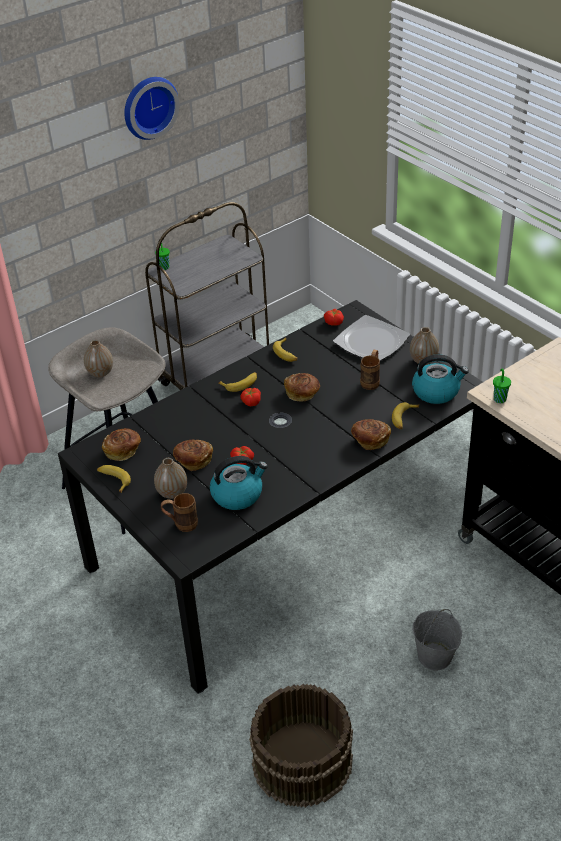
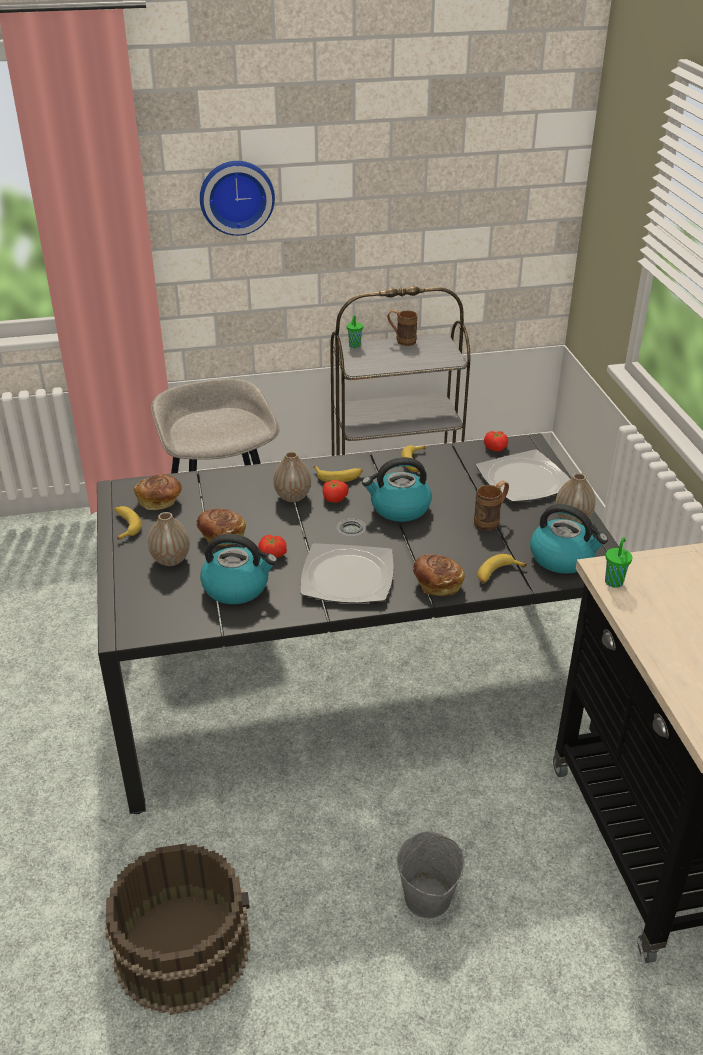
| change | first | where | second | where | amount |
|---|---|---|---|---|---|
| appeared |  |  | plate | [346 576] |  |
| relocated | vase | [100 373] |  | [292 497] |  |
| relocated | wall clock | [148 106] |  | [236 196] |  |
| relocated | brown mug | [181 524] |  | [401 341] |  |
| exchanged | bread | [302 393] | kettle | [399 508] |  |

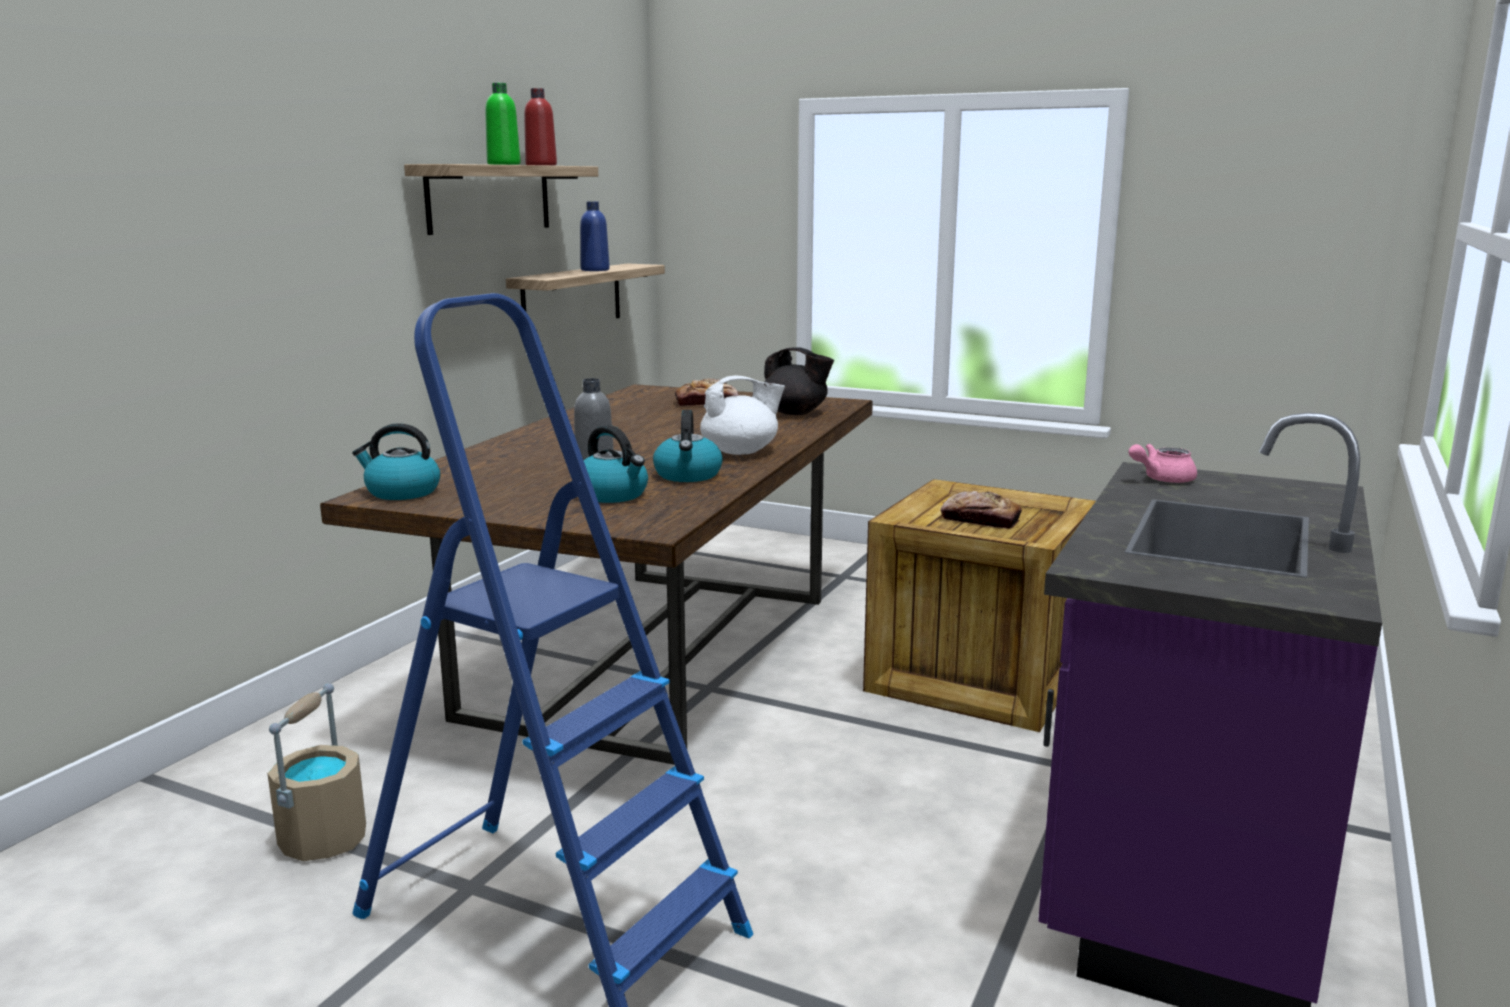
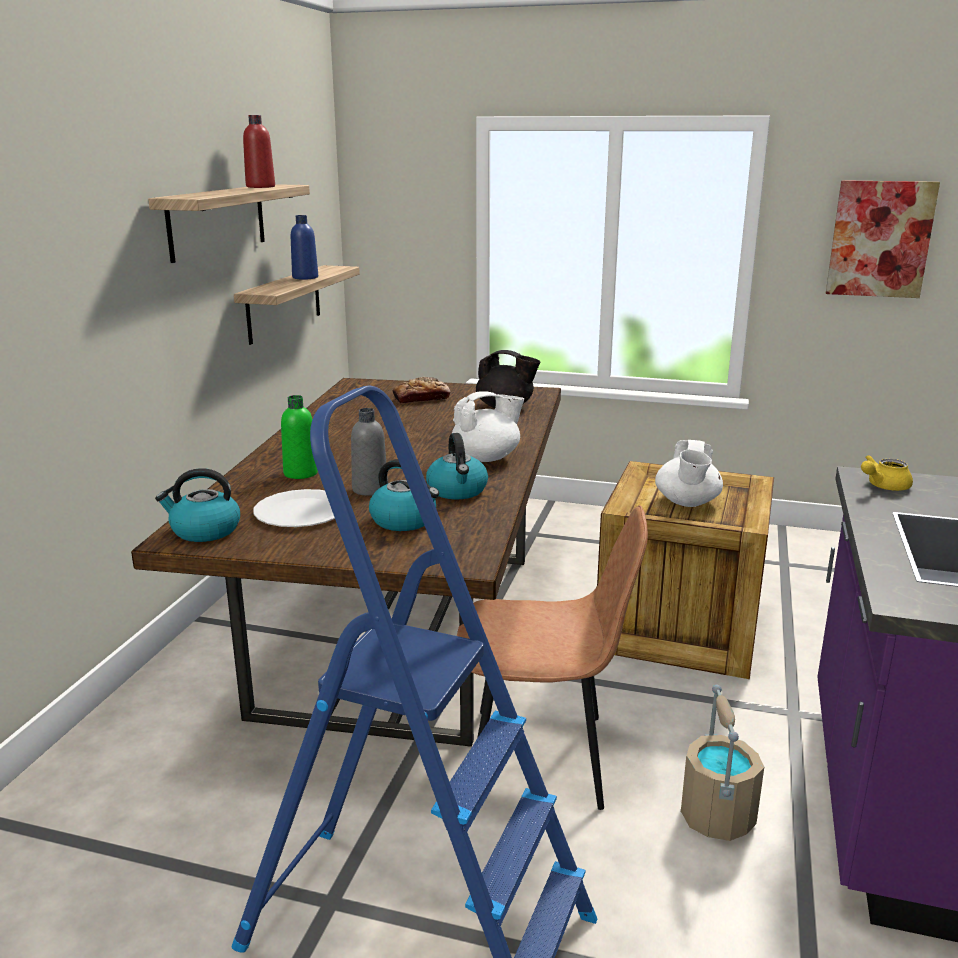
| change | first | where | second | where | amount |
|---|---|---|---|---|---|
| appeared |  |  | white plate | [301 511] |  |
| appeared |  |  | brown chair | [542 758] |  |
| appeared |  |  | picture | [880 239] |  |
| relocated | beige bucket | [324 839] |  | [716 816] |  |
| relocated | green bottle | [503 164] |  | [300 473] |  |
| exchanged | bread | [980 520] | white teapot | [687 503] |  |
| colour | pink teapot | [1162 479] | yellow teapot | [883 486] |  |

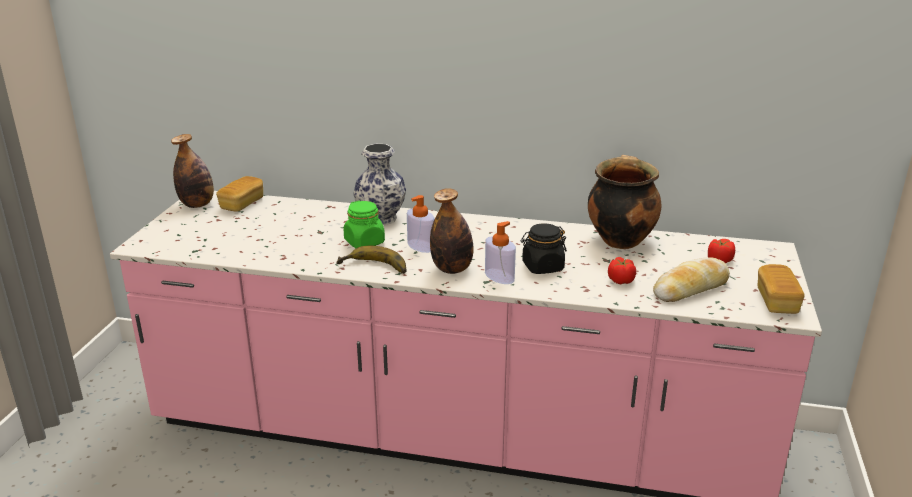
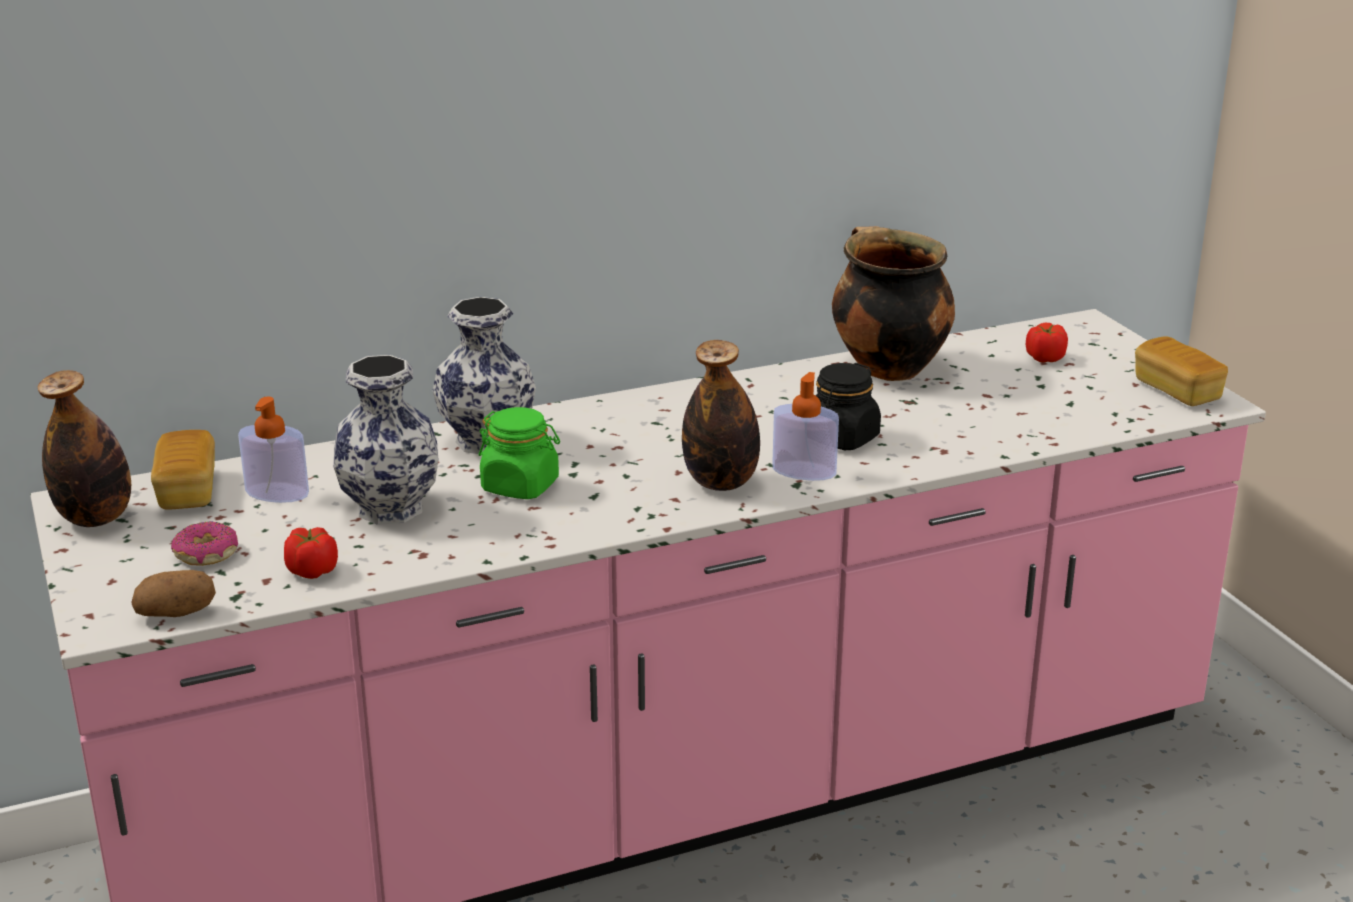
| change | first | where | second | where | amount |
|---|---|---|---|---|---|
| missing | banana | [373 268] |  |  |  |
| missing | bread | [690 288] |  |  |  |
| appeared |  |  | potato | [177 613] |  |
| appeared |  |  | donut | [206 554] |  |
| appeared |  |  | vase | [392 509] |  |
| relocated | soap dispenser | [421 246] |  | [277 493] |  |
| relocated | tomato | [620 280] |  | [312 571] |  |

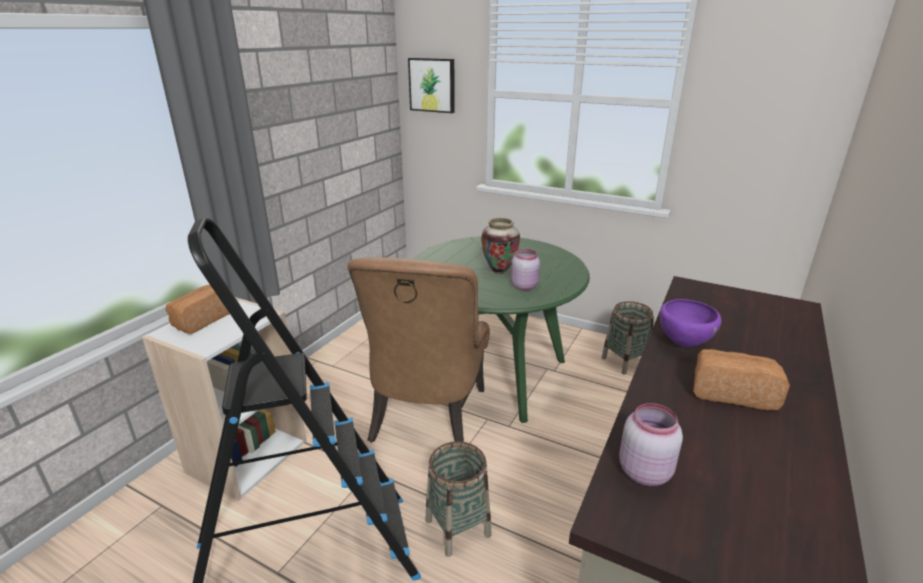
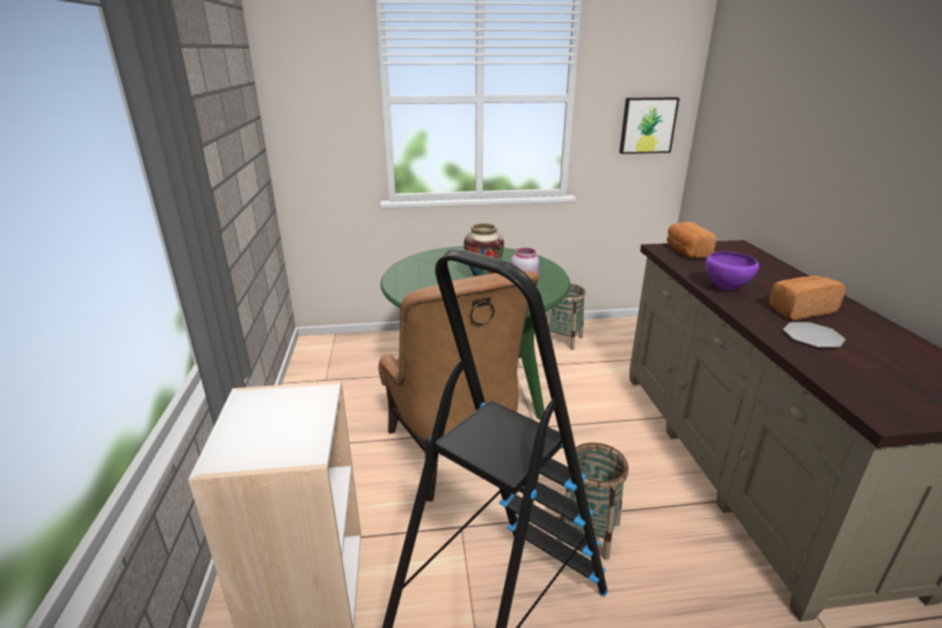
| change | first | where | second | where | amount |
|---|---|---|---|---|---|
| missing | pink jar | [643 471] |  |  |  |
| appeared |  |  | plate | [812 337] |  |
| relocated | bread | [201 320] |  | [686 252] |  |
| relocated | picture | [432 85] |  | [647 125] |  |

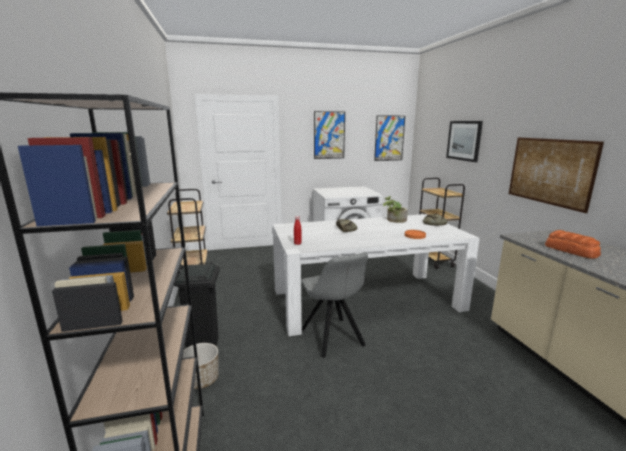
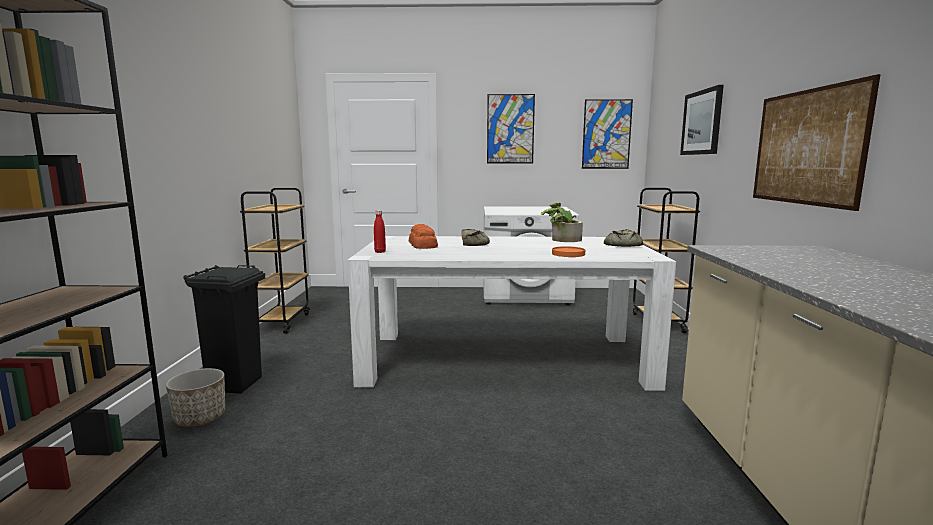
| change | first | where | second | where | amount |
|---|---|---|---|---|---|
| missing | grey chair | [332 337] |  |  |  |
| relocated | bread | [571 251] |  | [422 245] |  |

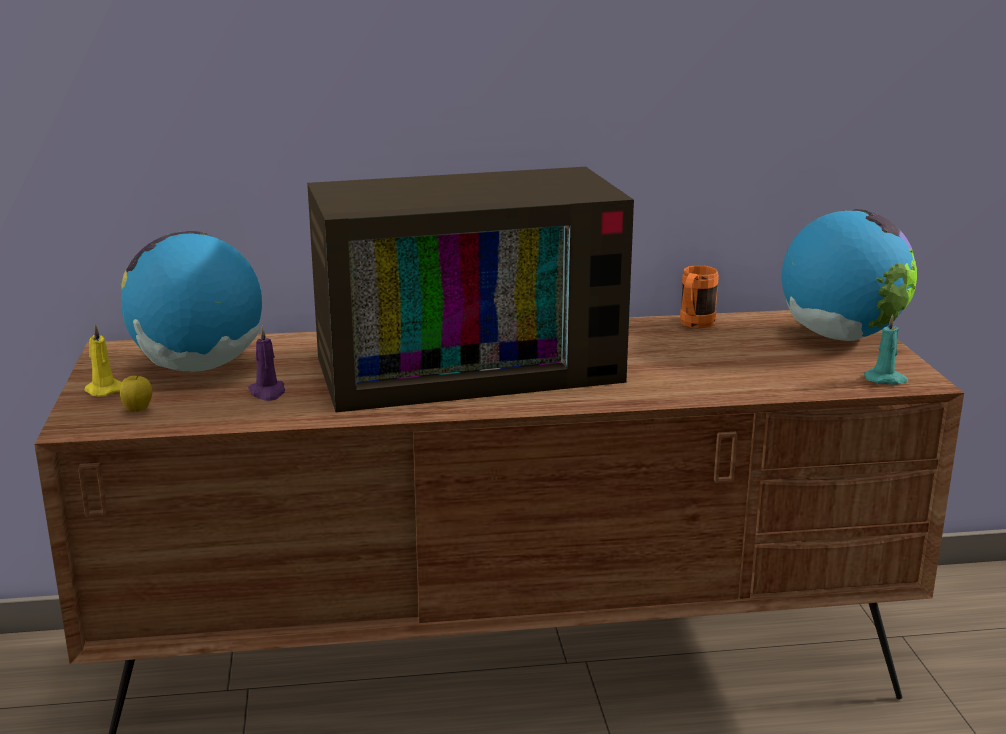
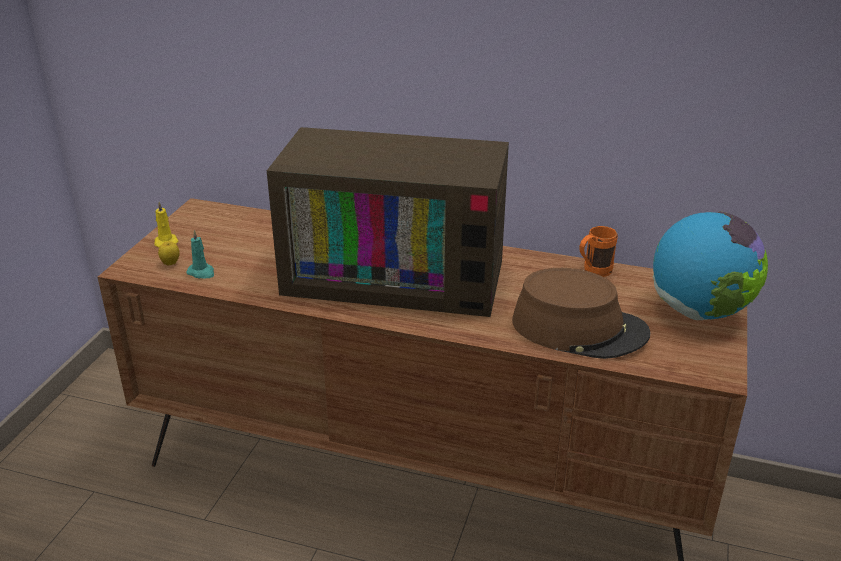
| change | first | where | second | where | amount |
|---|---|---|---|---|---|
| missing | globe | [199 367] |  |  |  |
| missing | purple candle | [267 393] |  |  |  |
| appeared |  |  | brown hat | [579 328] |  |
| relocated | turquoise candle | [886 379] |  | [201 273] |  |

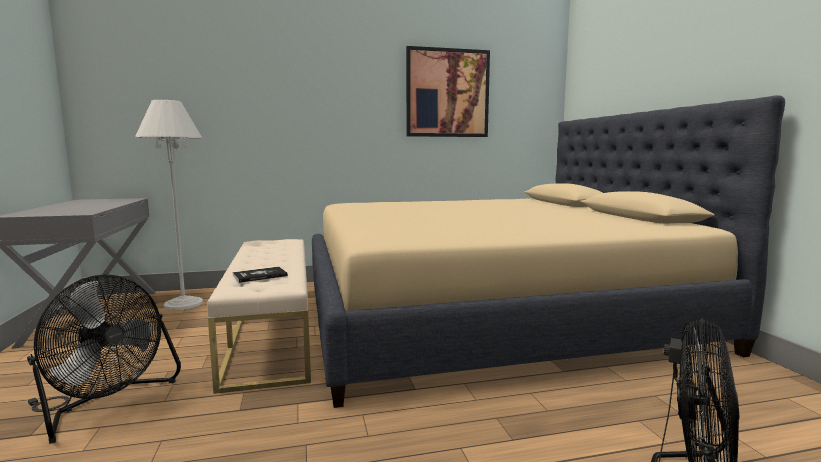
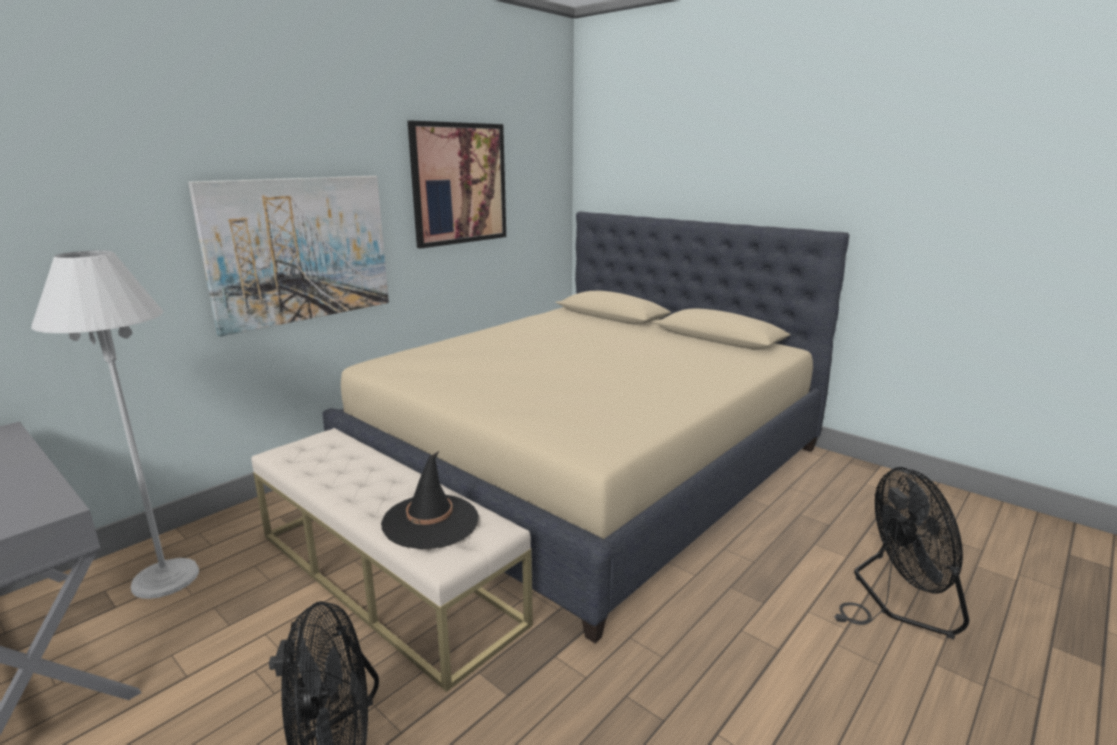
| change | first | where | second | where | amount |
|---|---|---|---|---|---|
| appeared |  |  | picture | [300 250] |  |
| exchanged | book | [260 276] | black hat | [431 521] |  |

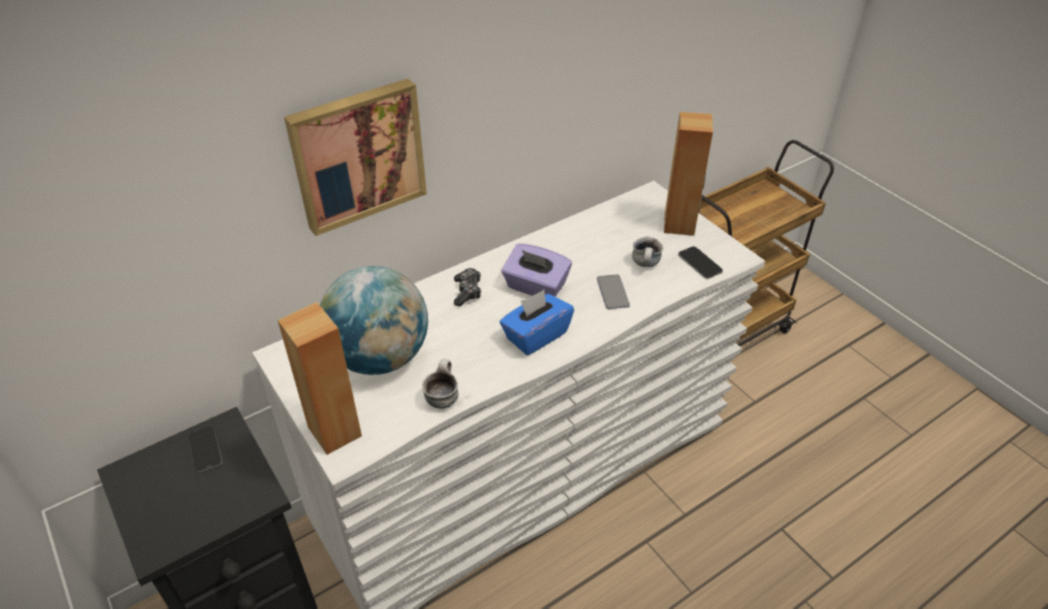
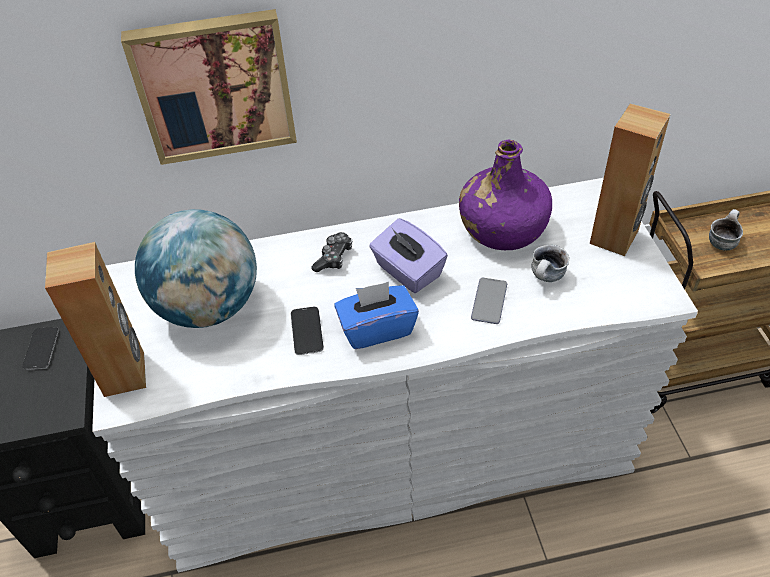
| change | first | where | second | where | amount |
|---|---|---|---|---|---|
| appeared |  |  | purple bottle | [503 228] |  |
| relocated | mug | [442 396] |  | [721 241] |  |
| relocated | phone | [700 263] |  | [307 331] |  |

